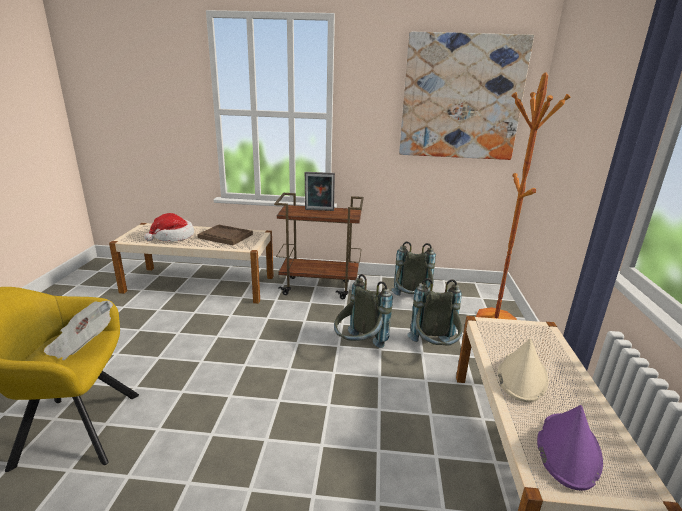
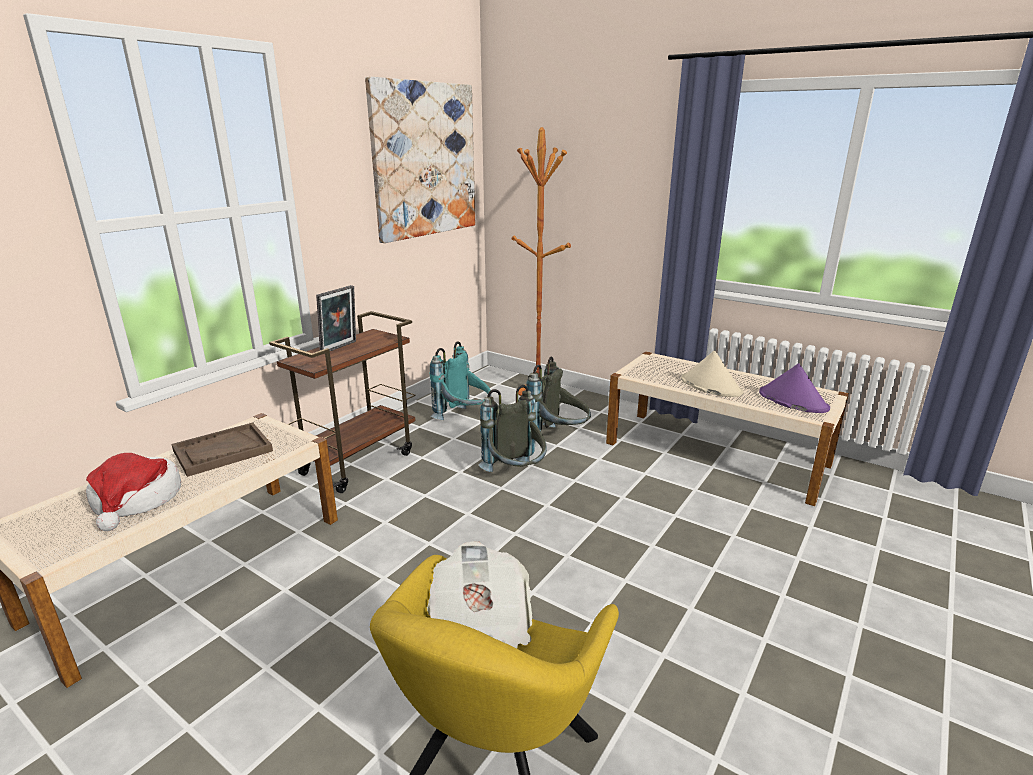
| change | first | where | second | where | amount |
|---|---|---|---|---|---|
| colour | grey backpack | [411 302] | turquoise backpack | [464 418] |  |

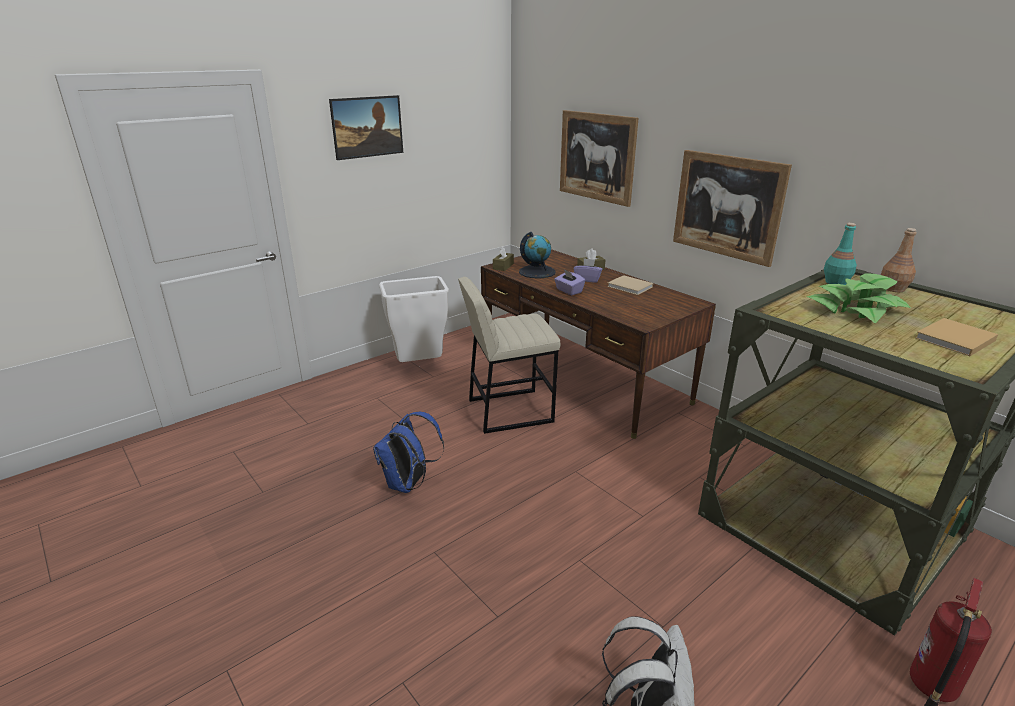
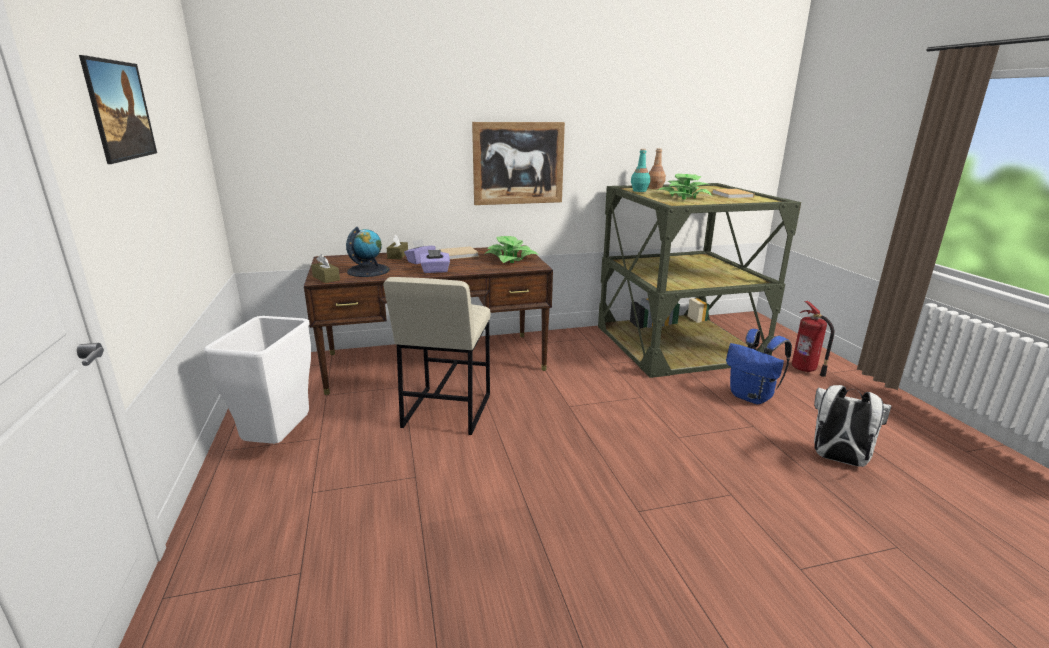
| change | first | where | second | where | amount |
|---|---|---|---|---|---|
| missing | picture | [597 157] |  |  |  |
| appeared |  |  | potted plant | [511 258] |  |
| relocated | blue backpack | [409 484] |  | [752 397] |  |

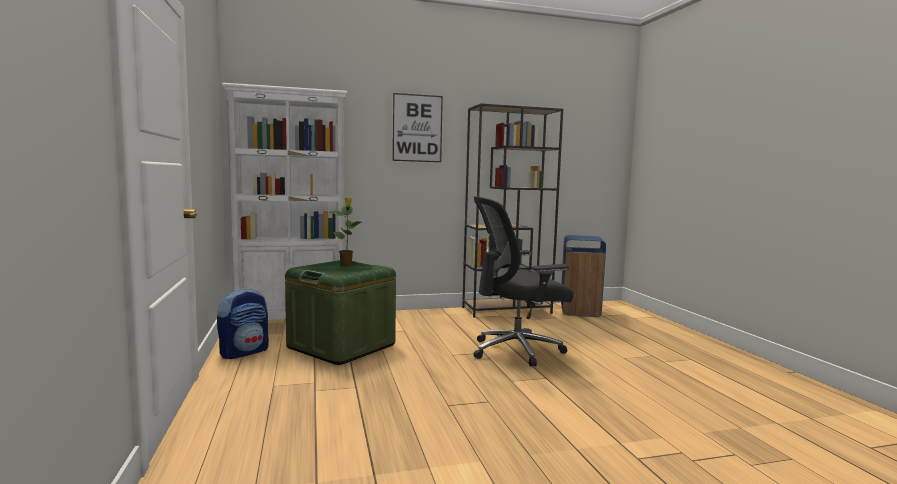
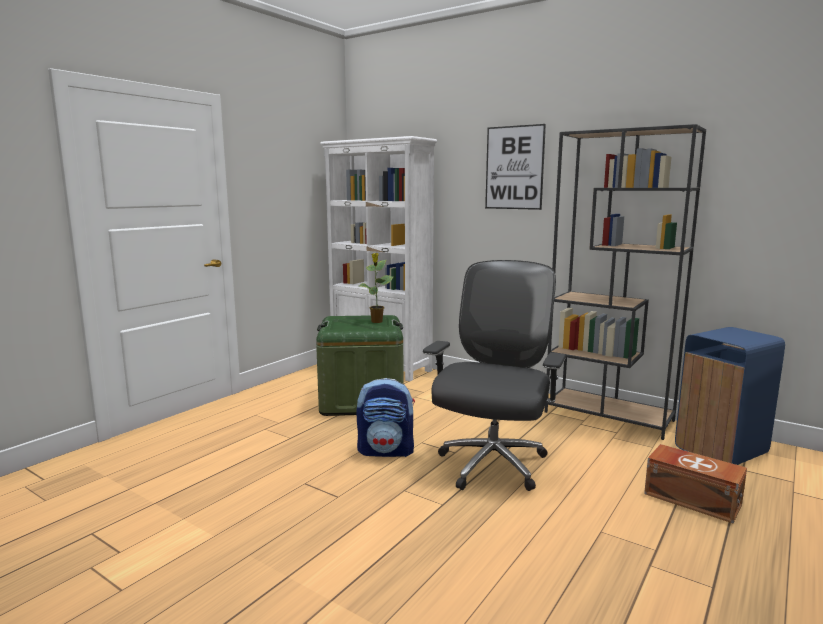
| change | first | where | second | where | amount |
|---|---|---|---|---|---|
| appeared |  |  | brown storage box | [691 498] |  |
| relocated | backpack | [244 352] |  | [386 451] |  |
| spun | office chair | [517 350] |  | [493 465] | 75 degrees clockwise |

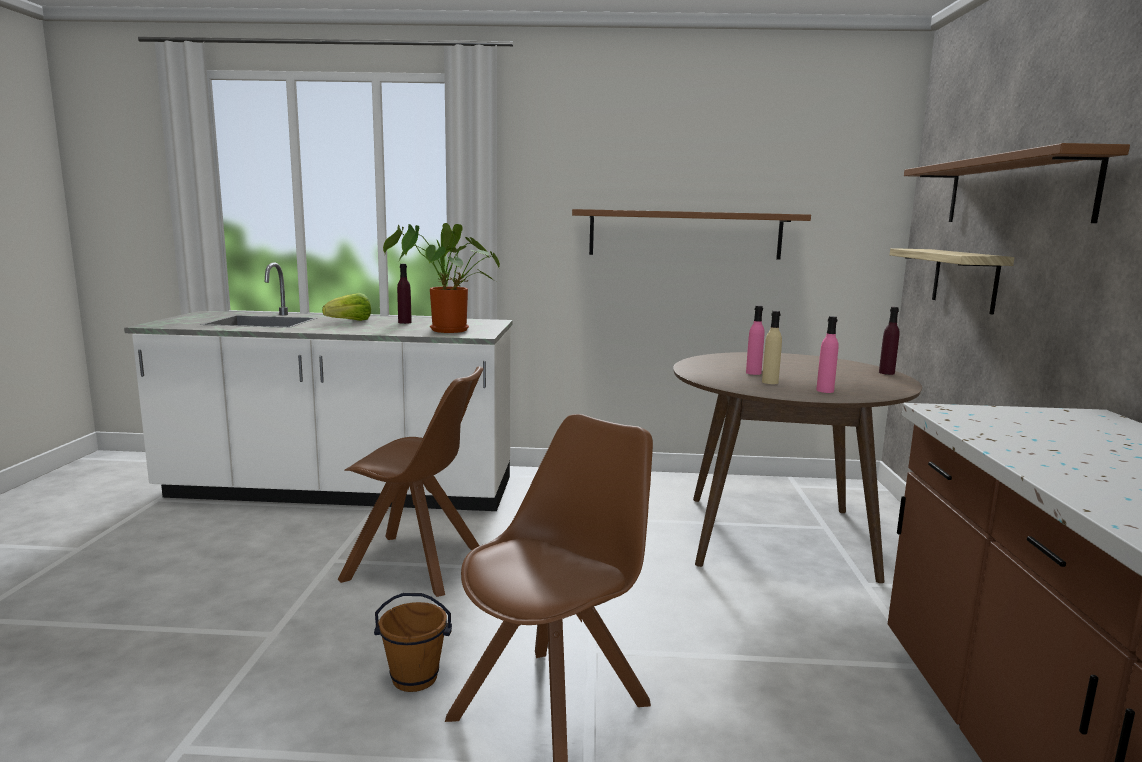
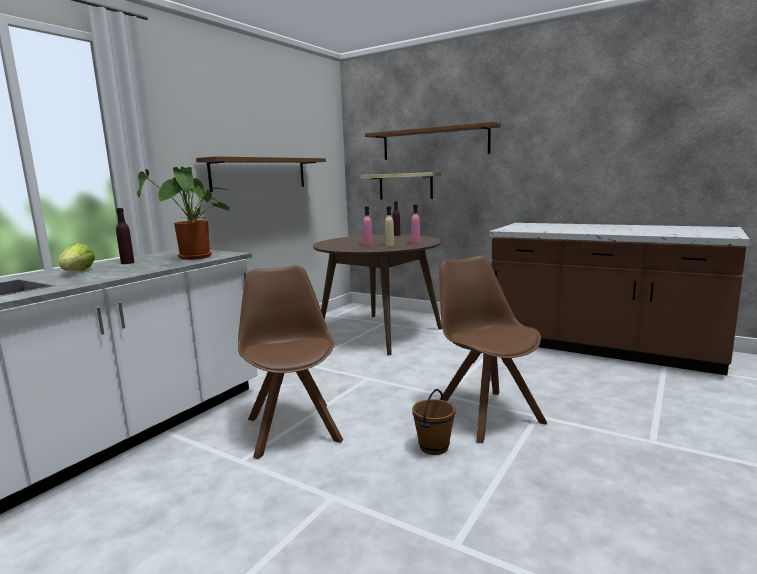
| change | first | where | second | where | amount |
|---|---|---|---|---|---|
| spun | brown chair | [416 565] |  | [293 428] | 60 degrees counterclockwise |

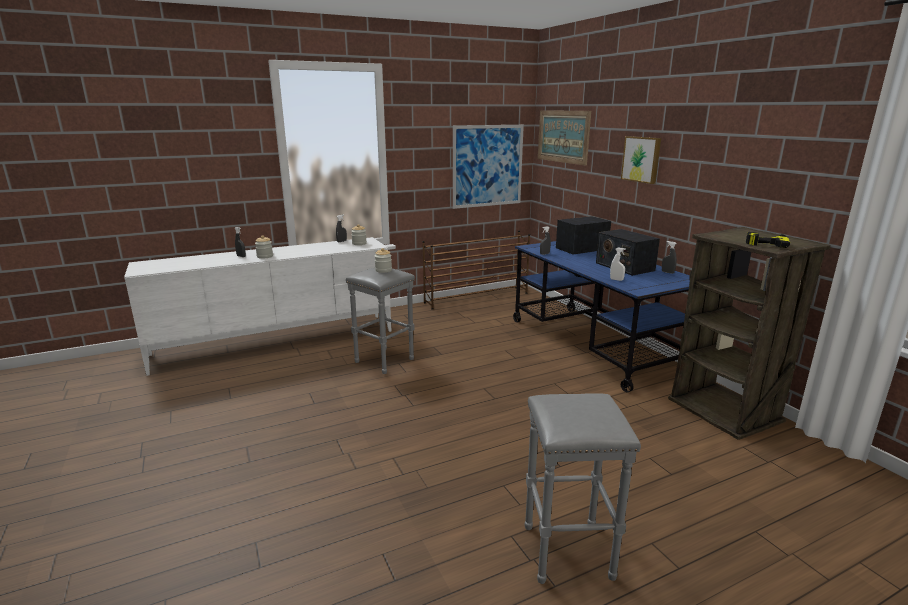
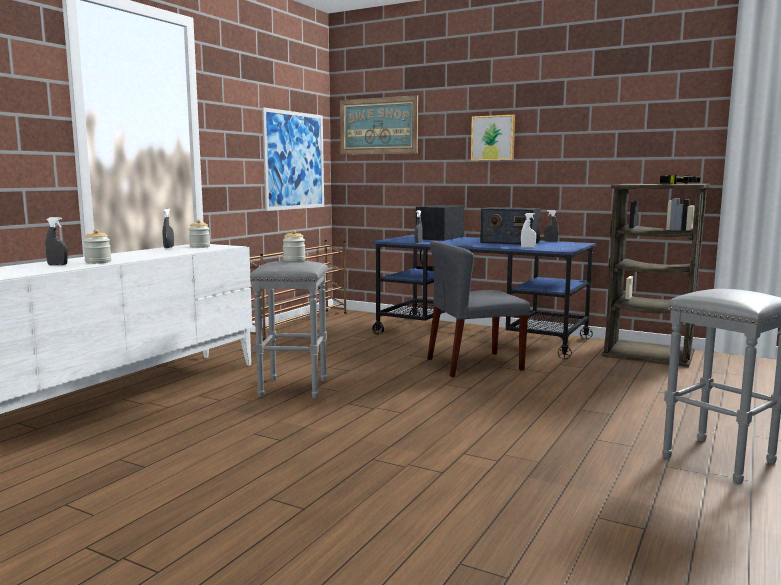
| change | first | where | second | where | amount |
|---|---|---|---|---|---|
| appeared |  |  | grey chair | [473 364] |  |

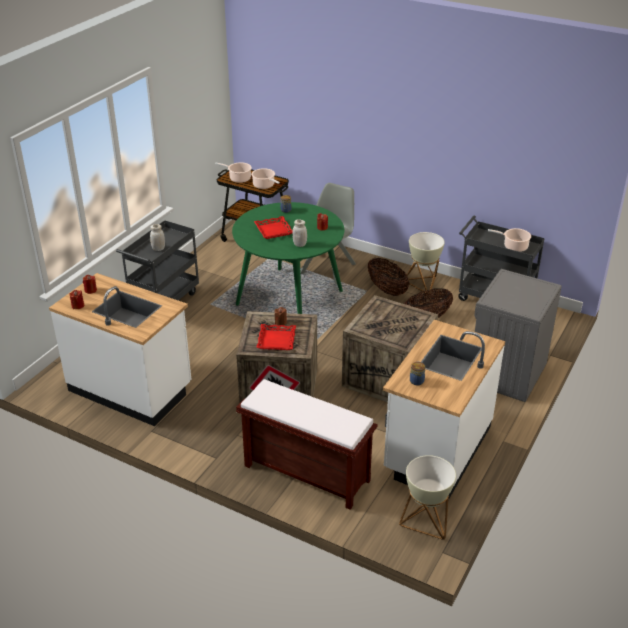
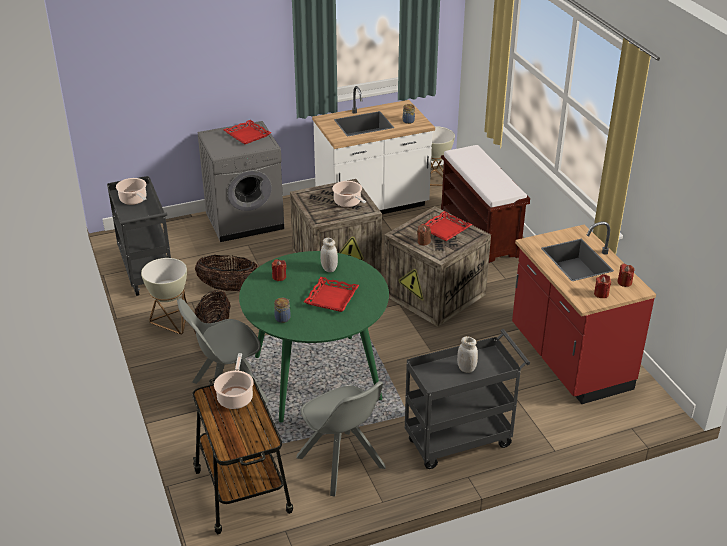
| change | first | where | second | where | amount |
|---|---|---|---|---|---|
| appeared |  |  | red tray | [247 135] |  |
| appeared |  |  | grey chair | [342 464] |  |
| relocated | cooking pot | [238 178] |  | [348 202] |  |
| colour | white counter | [131 388] | red counter | [568 360] |  |

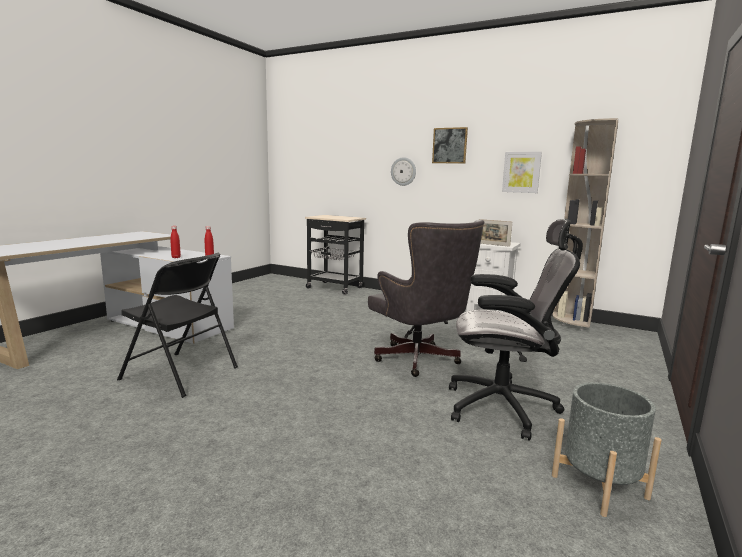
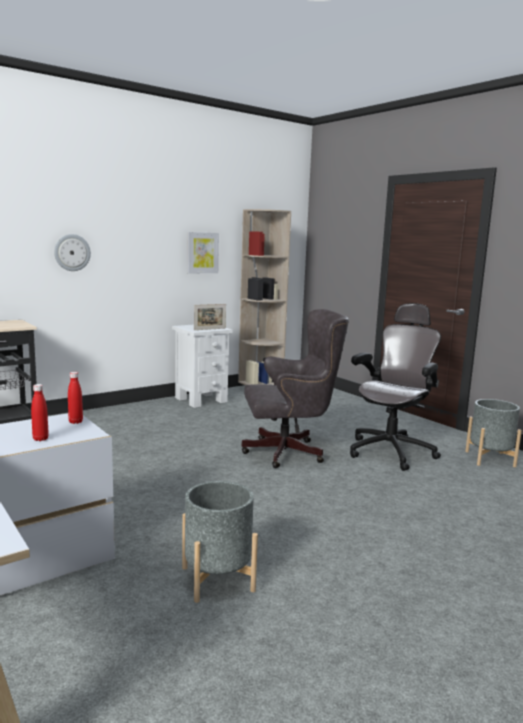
| change | first | where | second | where | amount |
|---|---|---|---|---|---|
| missing | picture | [449 145] |  |  |  |
| exchanged | black chair | [179 373] | grey planter | [217 579] |  |

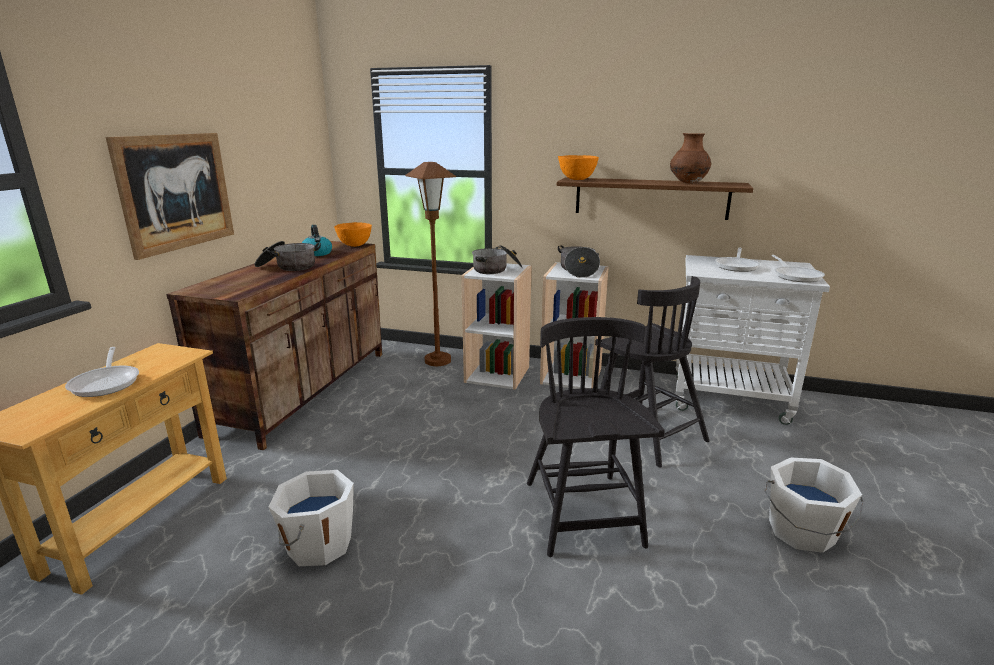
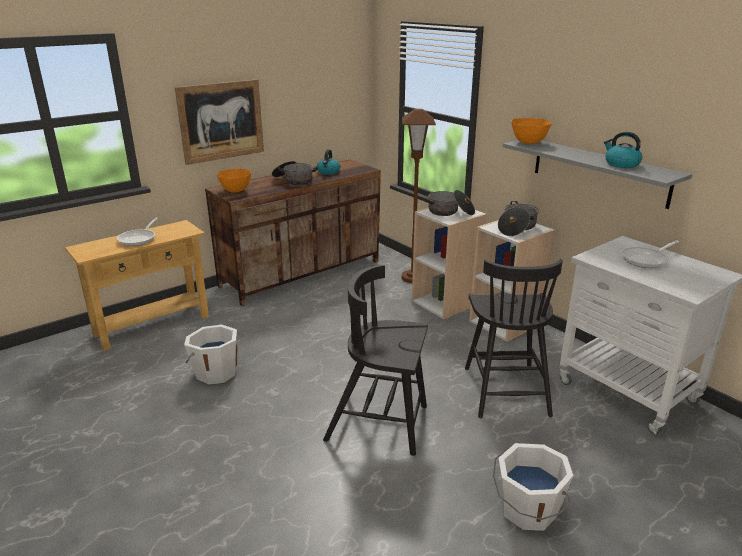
| change | first | where | second | where | amount |
|---|---|---|---|---|---|
| missing | frying pan | [795 276] |  |  |  |
| relocated | orange bowl | [355 245] |  | [235 191] |  |
| exchanged | brown vase | [688 183] | kettle | [621 164] |  |
| colour | brown shelf | [651 198] | grey shelf | [599 171] |  |
| spun | black chair | [583 514] |  | [379 423] | 105 degrees counterclockwise |

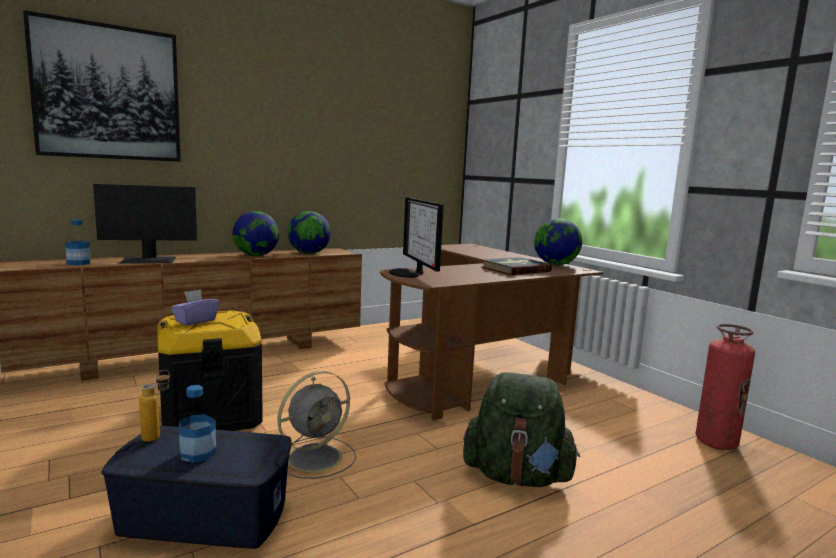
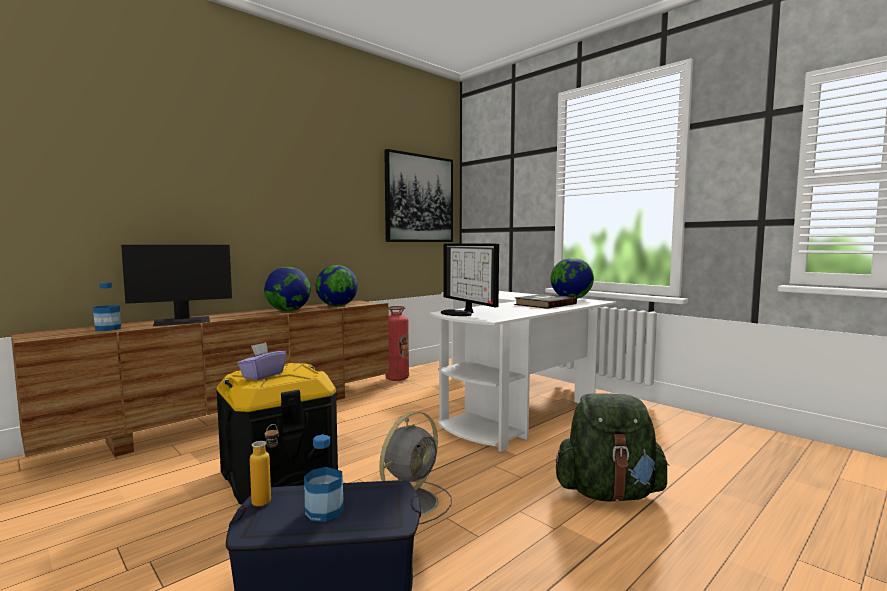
| change | first | where | second | where | amount |
|---|---|---|---|---|---|
| relocated | picture | [108 93] |  | [419 199] |  |
| relocated | fire extinguisher | [716 442] |  | [397 378] |  |
| colour | brown desk | [482 369] | white desk | [515 401] |  |

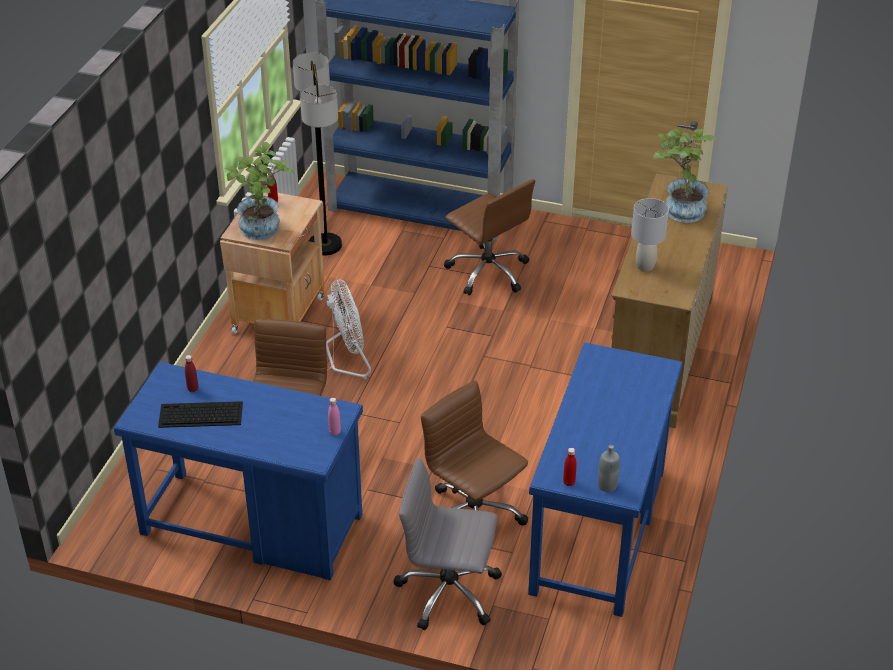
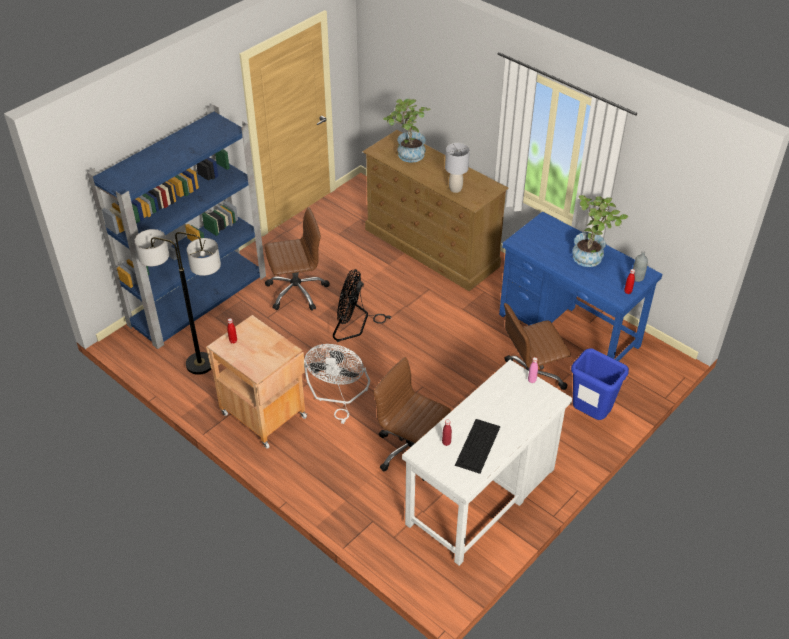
| change | first | where | second | where | amount |
|---|---|---|---|---|---|
| appeared |  |  | black fan | [356 322] |  |
| relocated | potted plant | [263 231] |  | [591 256] |  |
| exchanged | grey office chair | [448 592] | blue trash can | [589 414] |  |
| colour | blue desk | [251 525] | white desk | [482 497] |  |

